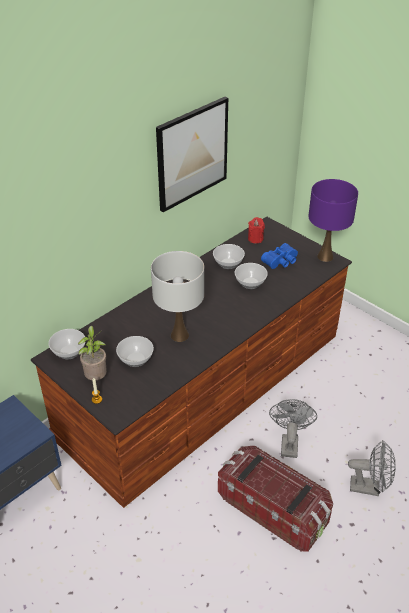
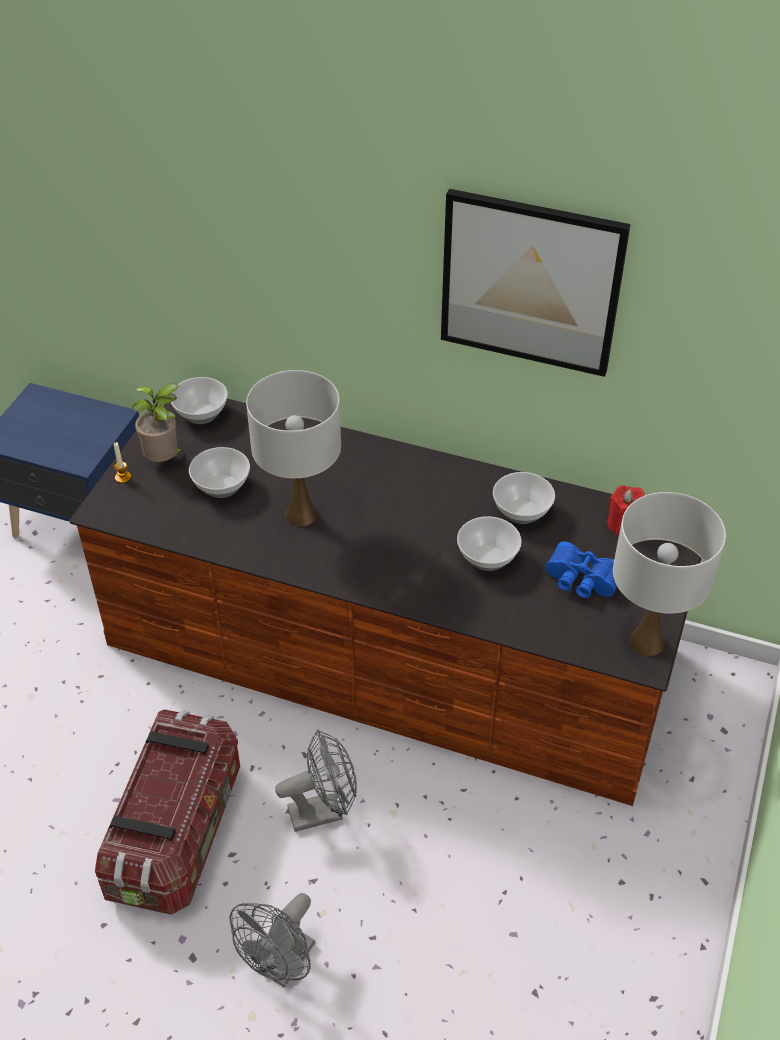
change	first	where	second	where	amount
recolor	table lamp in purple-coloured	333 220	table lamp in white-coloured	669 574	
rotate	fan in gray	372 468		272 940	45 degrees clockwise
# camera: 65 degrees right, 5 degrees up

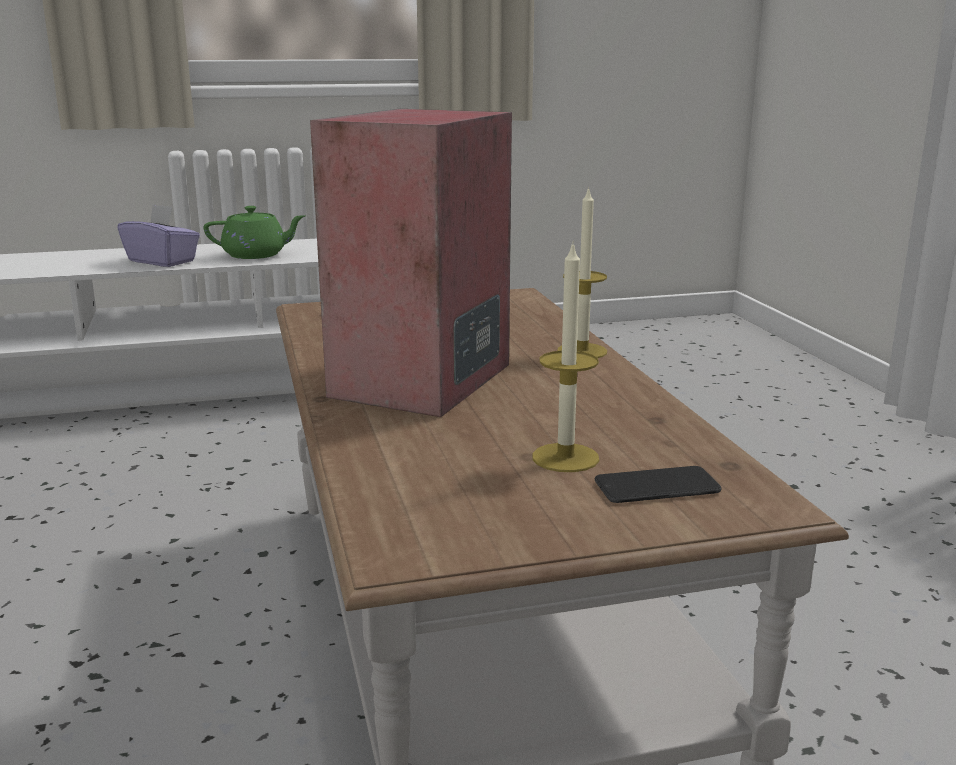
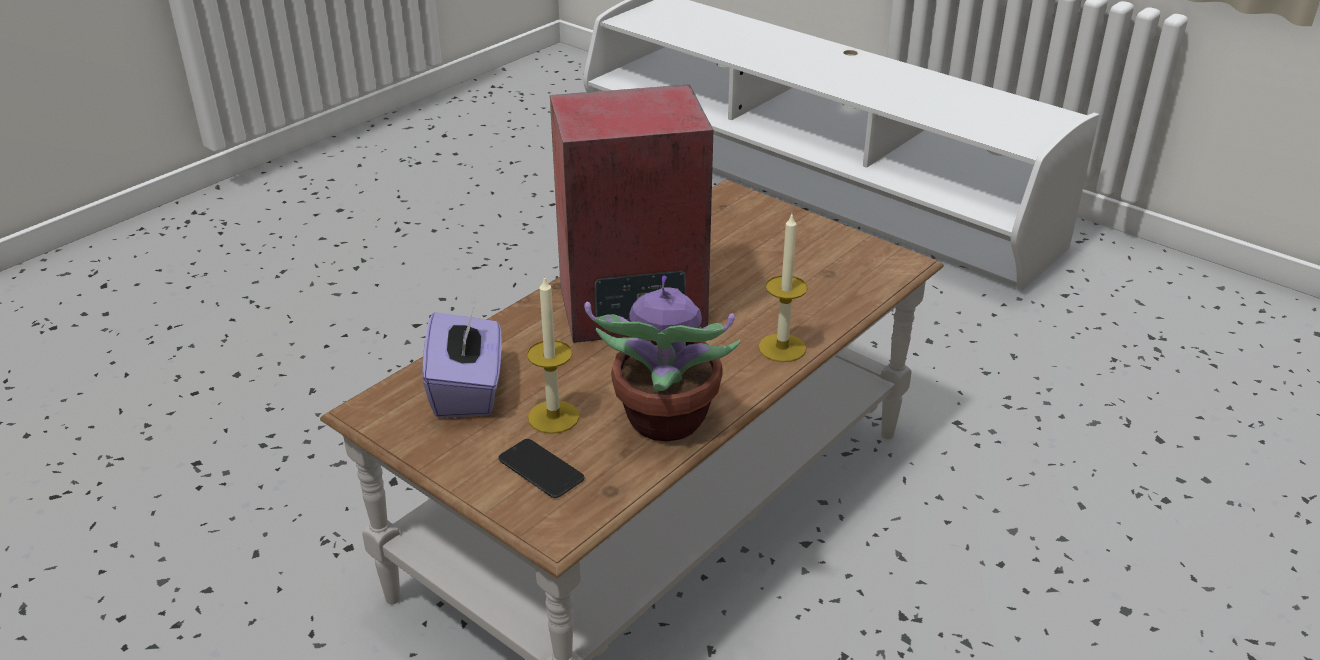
change	first	where	second	where	amount
move	tissue holder in purple-coloured	158 235		462 362	
delete	pot for tea in green-coloured	255 232			
insert			houseplant	662 358	
# camera: 55 degrees right, 15 degrees up

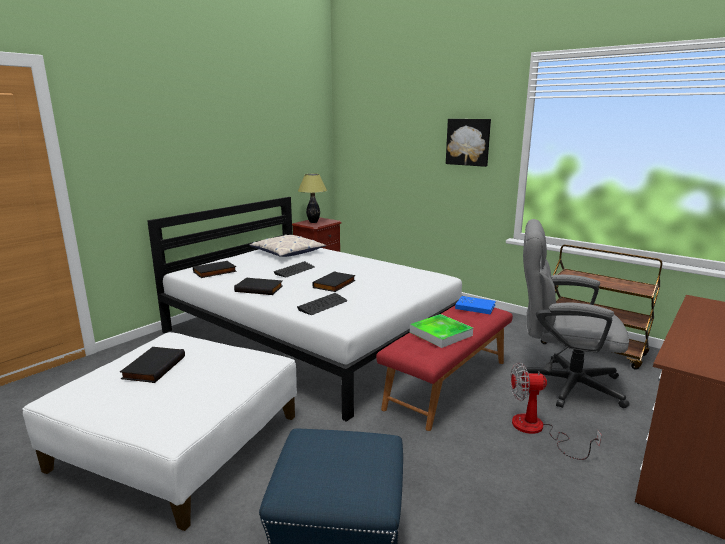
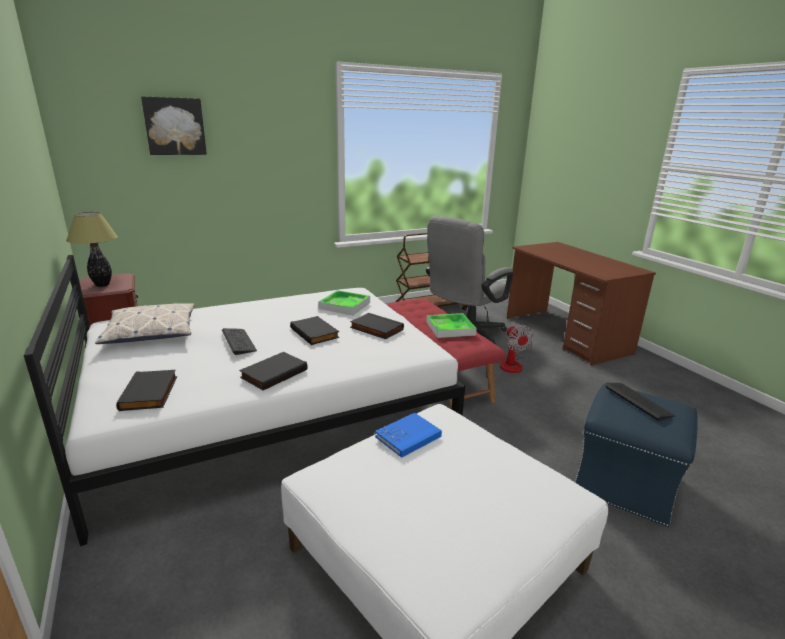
change	first	where	second	where	amount
move	wall picture	468 143		174 125	
move	PC keyboard	322 304		640 402	
move	book in blue	475 305		408 435	
move	book in black	152 365		377 326	
rotate	fan	556 411		517 349	45 degrees counterclockwise
insert			tray	344 302	
# camera: 65 degrees left, 5 degrees up

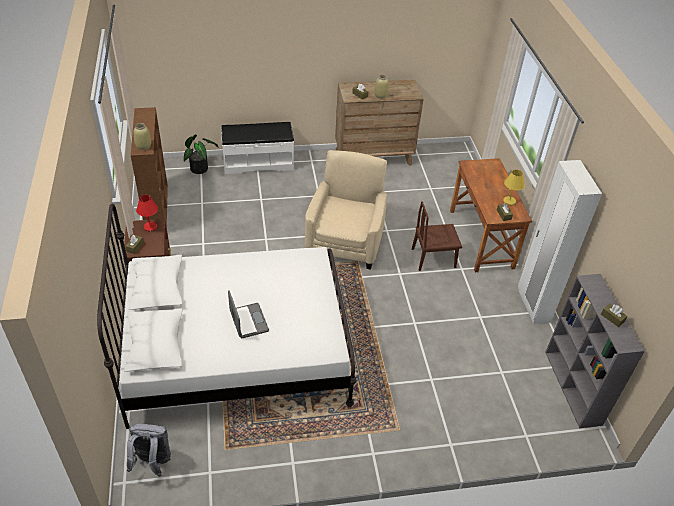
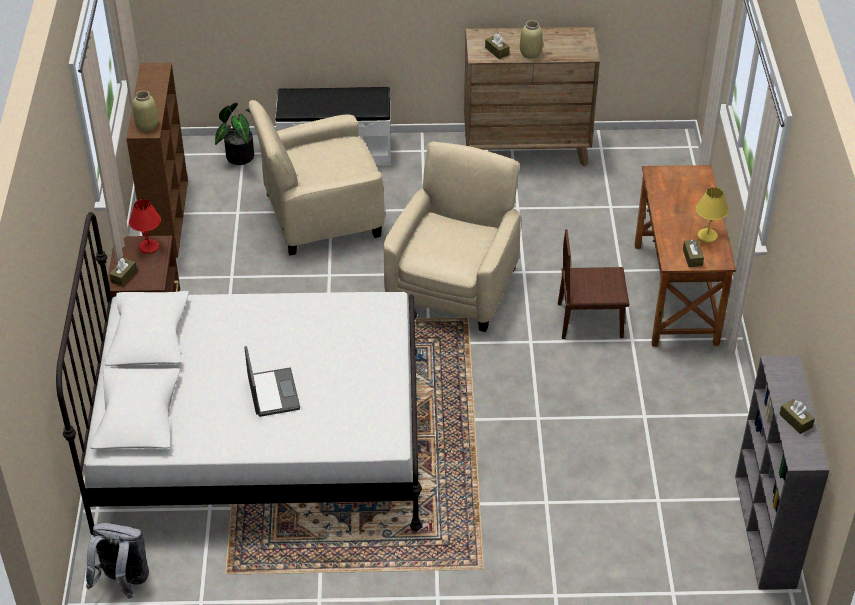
change	first	where	second	where	amount
delete	clothes cupboard in white-coloured	560 242			
insert			armchair in beige-coloured	317 178	
# camera: 10 degrees right, 0 degrees up

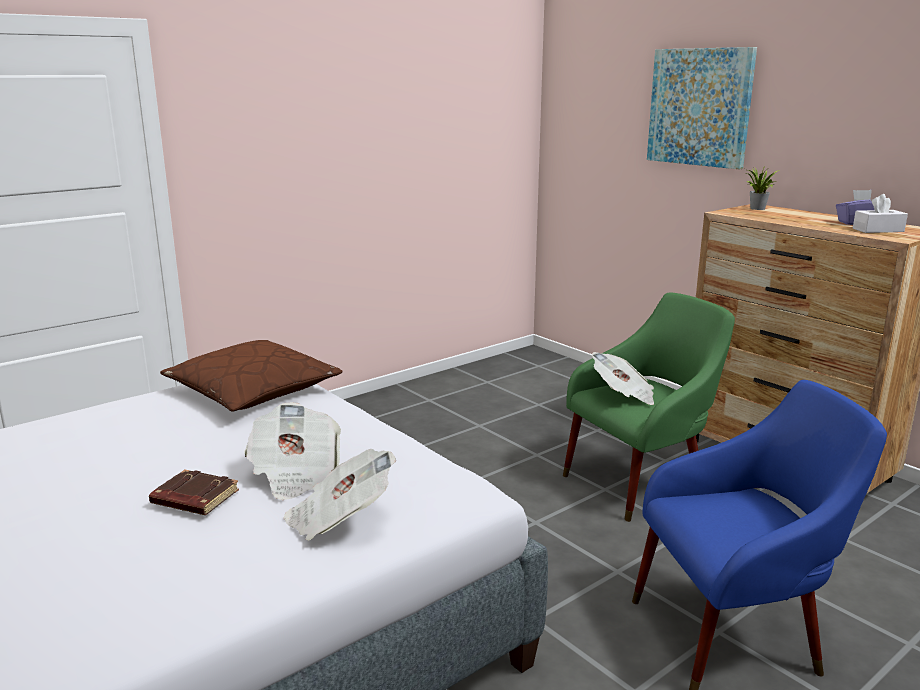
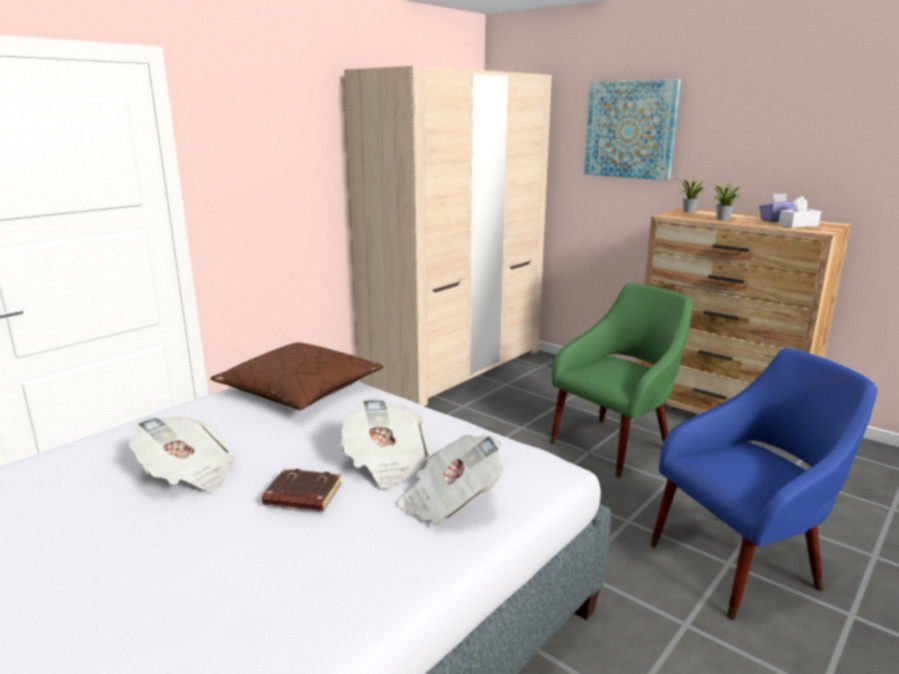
change	first	where	second	where	amount
move	newspaper	623 378		182 454	
insert			clothes cupboard in beige-coloured	448 235	
insert			houseplant	726 201	
# camera: 10 degrees left, 0 degrees up

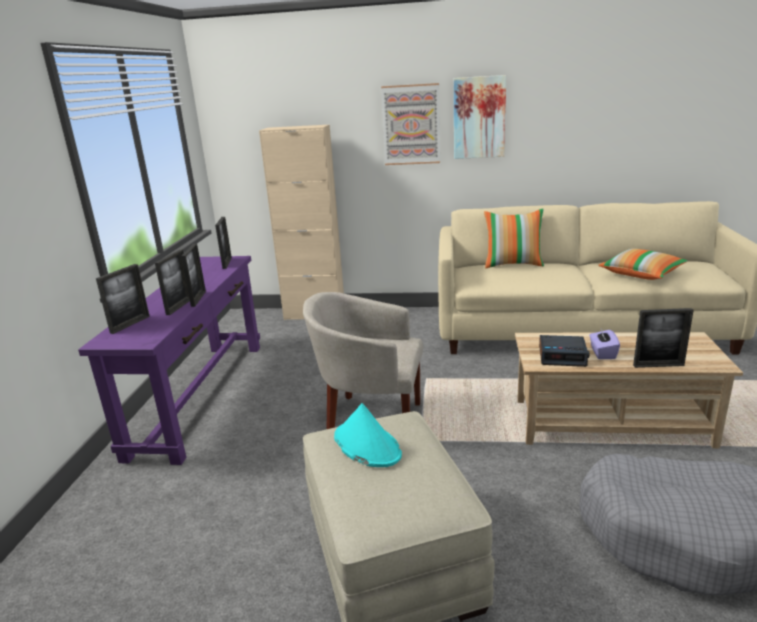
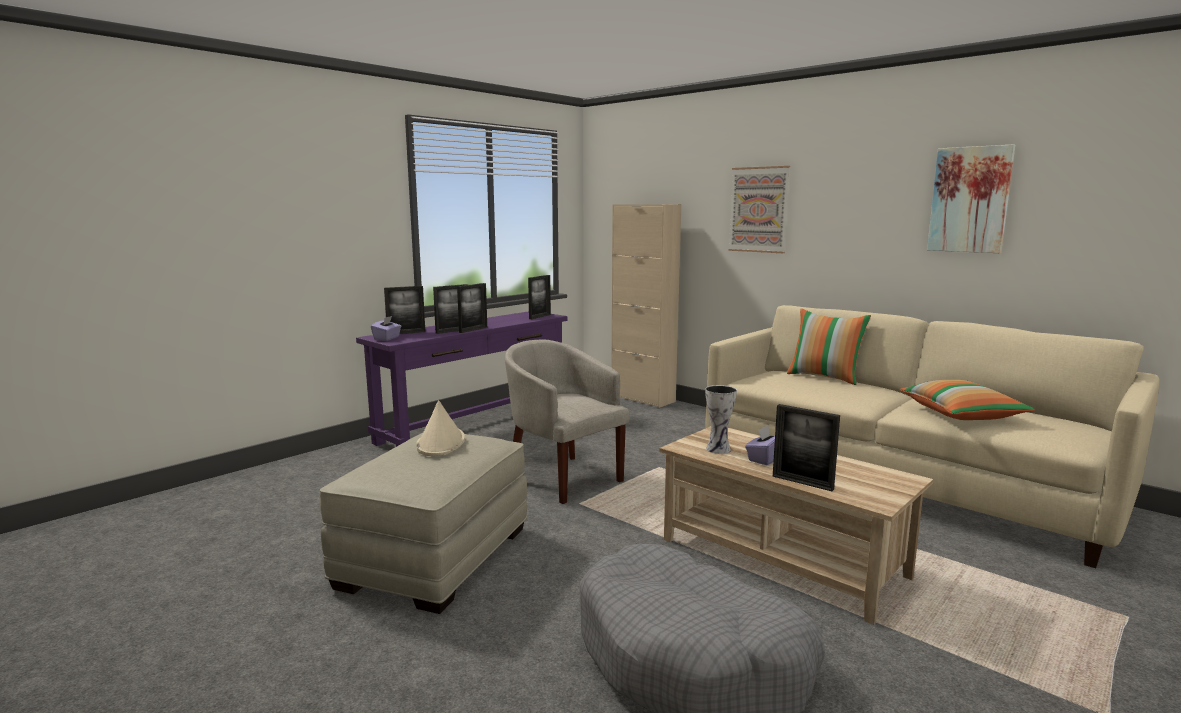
change	first	where	second	where	amount
move	wall picture	480 117		971 198	
replace	alarm clock	564 351	vase	721 419	
recolor	wearable hat in turquoise	368 435	wearable hat in beige-coloured	440 428	
insert			tissue holder in purple-coloured	386 328	
# camera: 35 degrees right, 10 degrees down

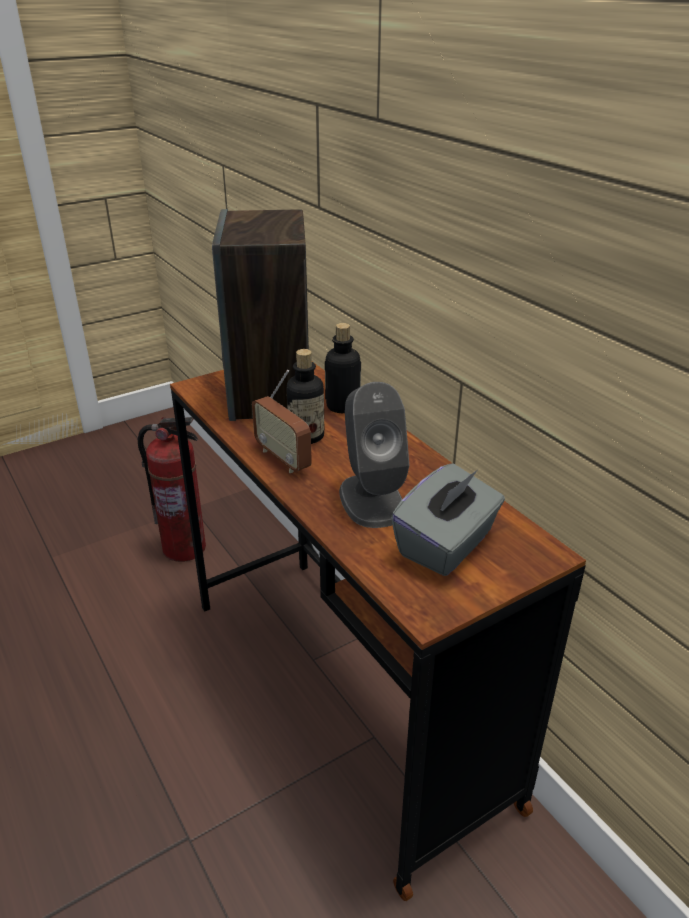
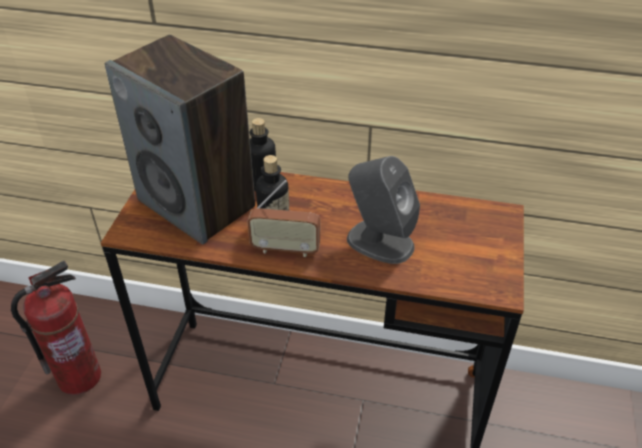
change	first	where	second	where	amount
delete	tissue holder in gray	448 519			
# camera: 45 degrees left, 10 degrees up

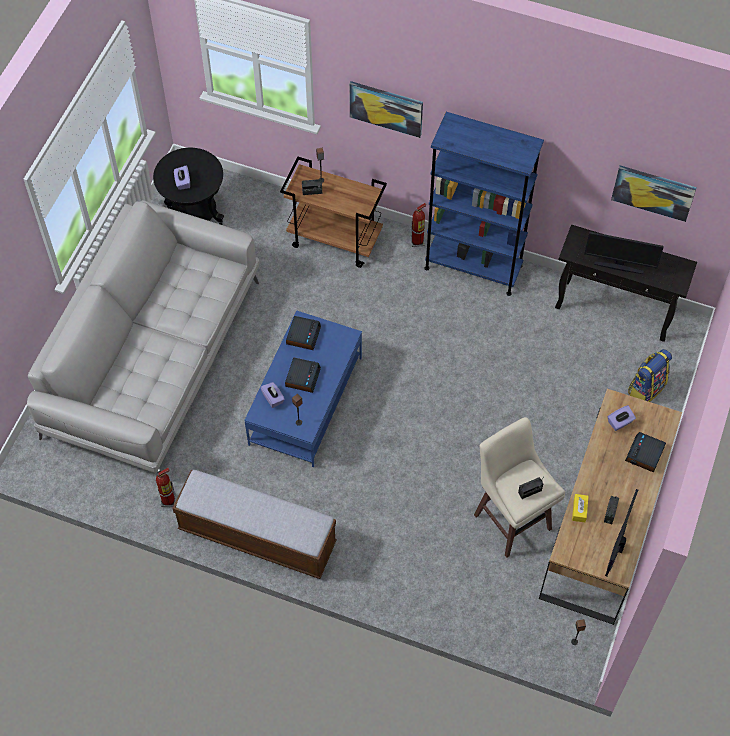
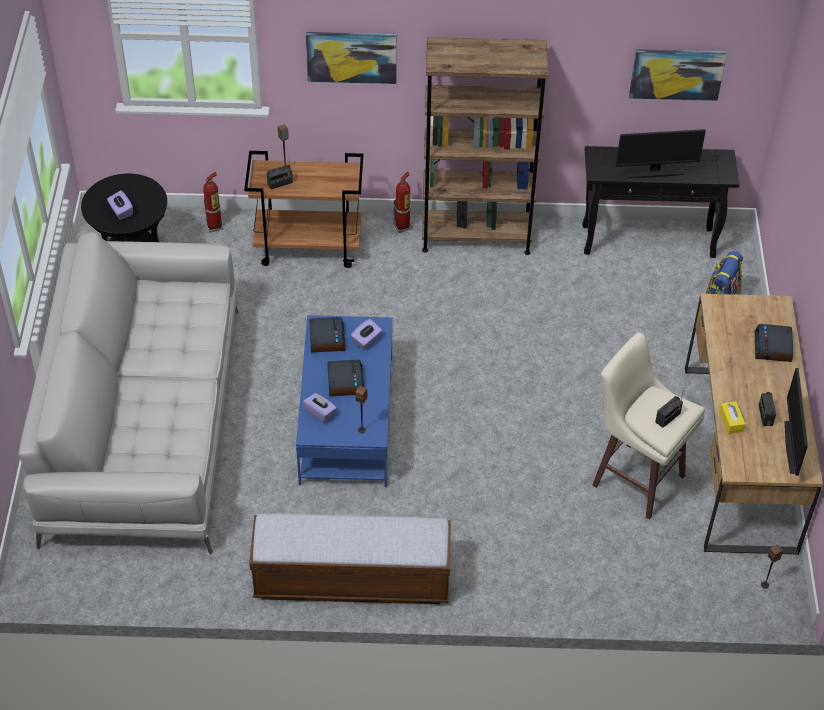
change	first	where	second	where	amount
recolor	bookshelf in blue	484 204	bookshelf in brownish	485 146	
move	tissue holder in purple-coloured	621 418		366 334	
move	extinguisher	166 487		213 202	
# camera: 20 degrees left, 10 degrees down

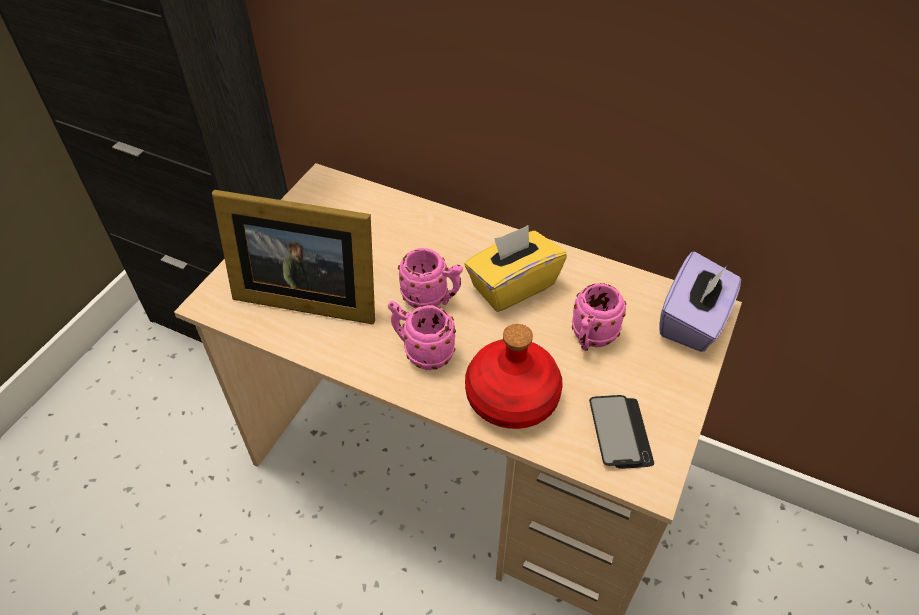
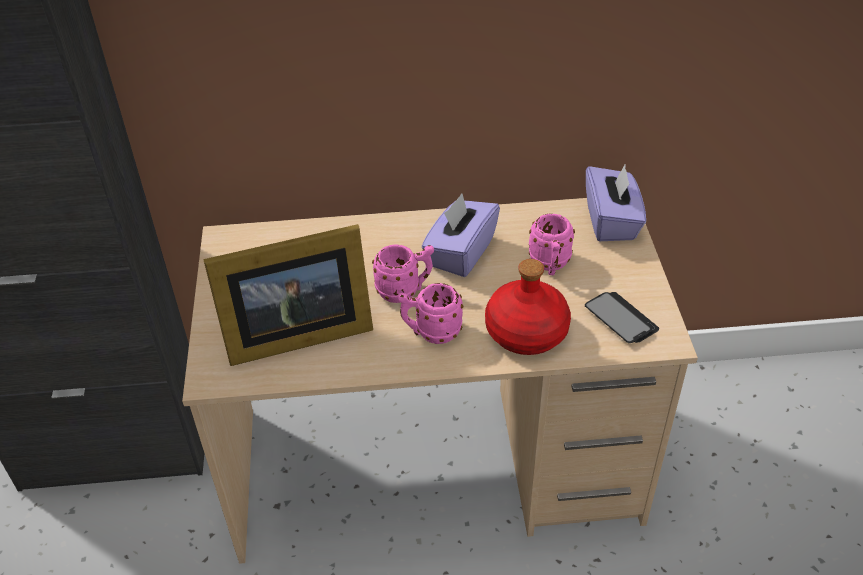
change	first	where	second	where	amount
recolor	tissue holder in yellow-coloured	516 268	tissue holder in purple-coloured	461 235	
# camera: 30 degrees left, 5 degrees down

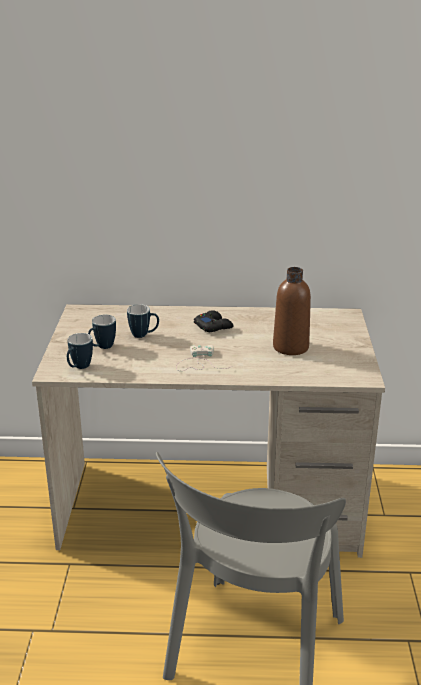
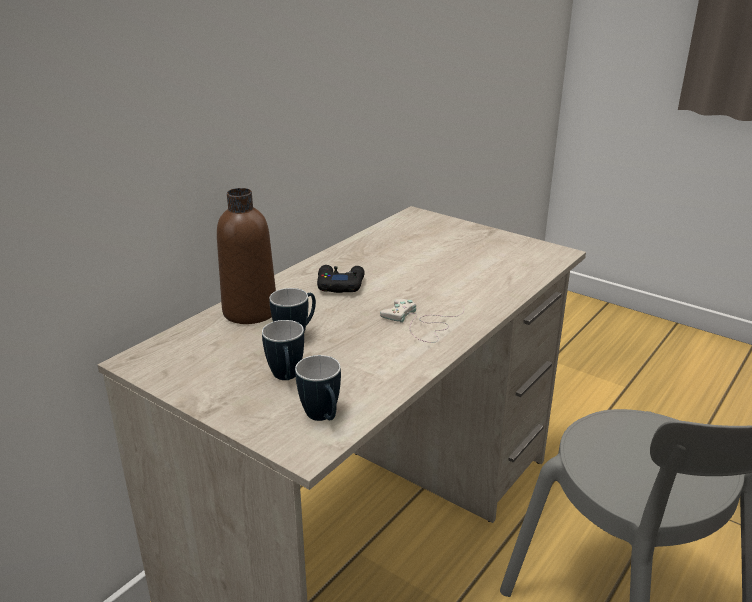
change	first	where	second	where	amount
move	bottle in brownish	292 311		246 256	
# camera: 55 degrees left, 0 degrees up

